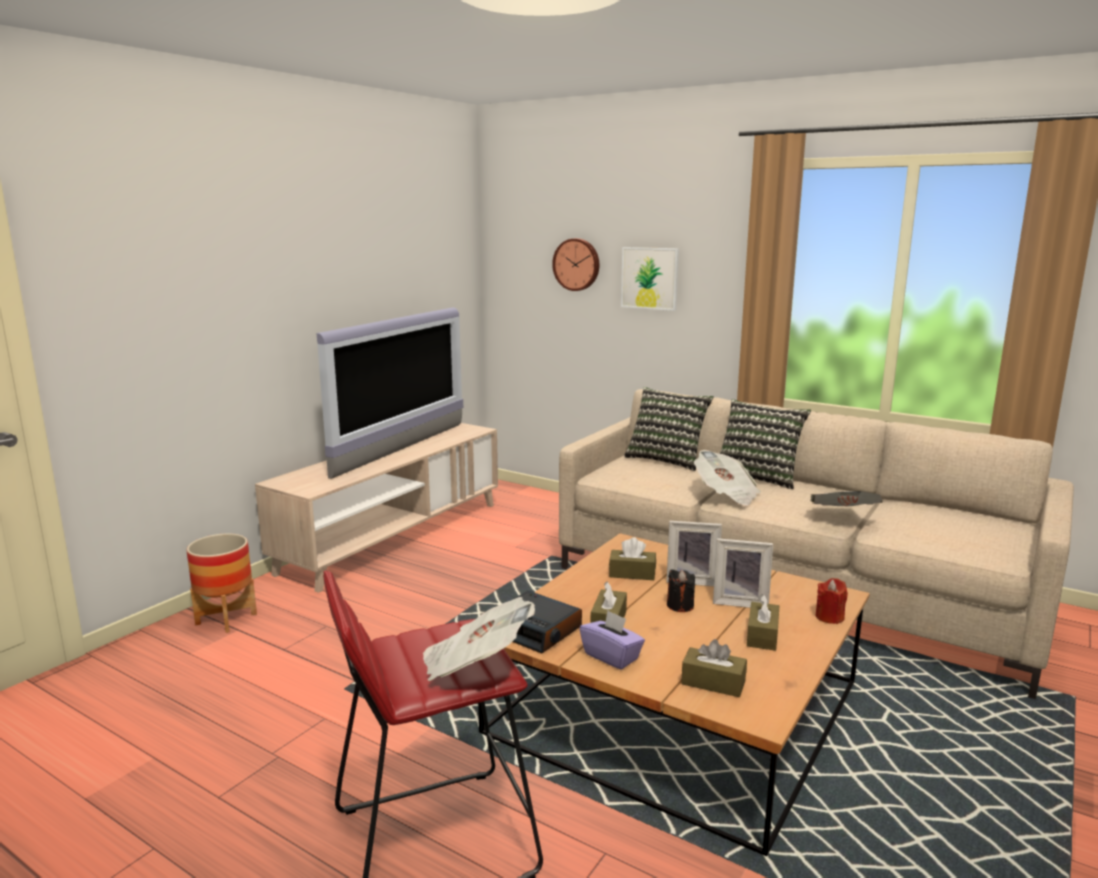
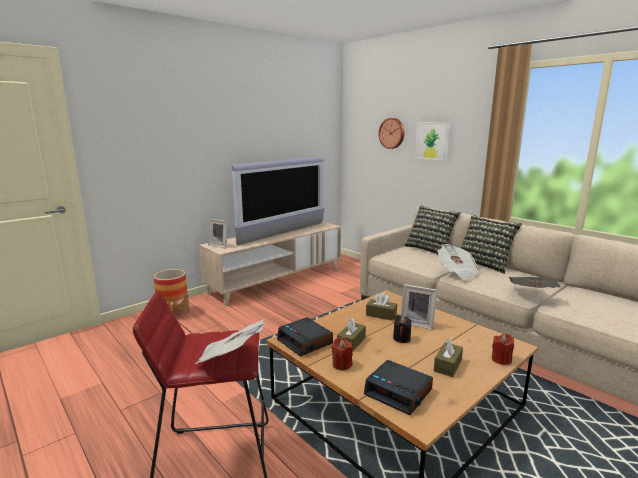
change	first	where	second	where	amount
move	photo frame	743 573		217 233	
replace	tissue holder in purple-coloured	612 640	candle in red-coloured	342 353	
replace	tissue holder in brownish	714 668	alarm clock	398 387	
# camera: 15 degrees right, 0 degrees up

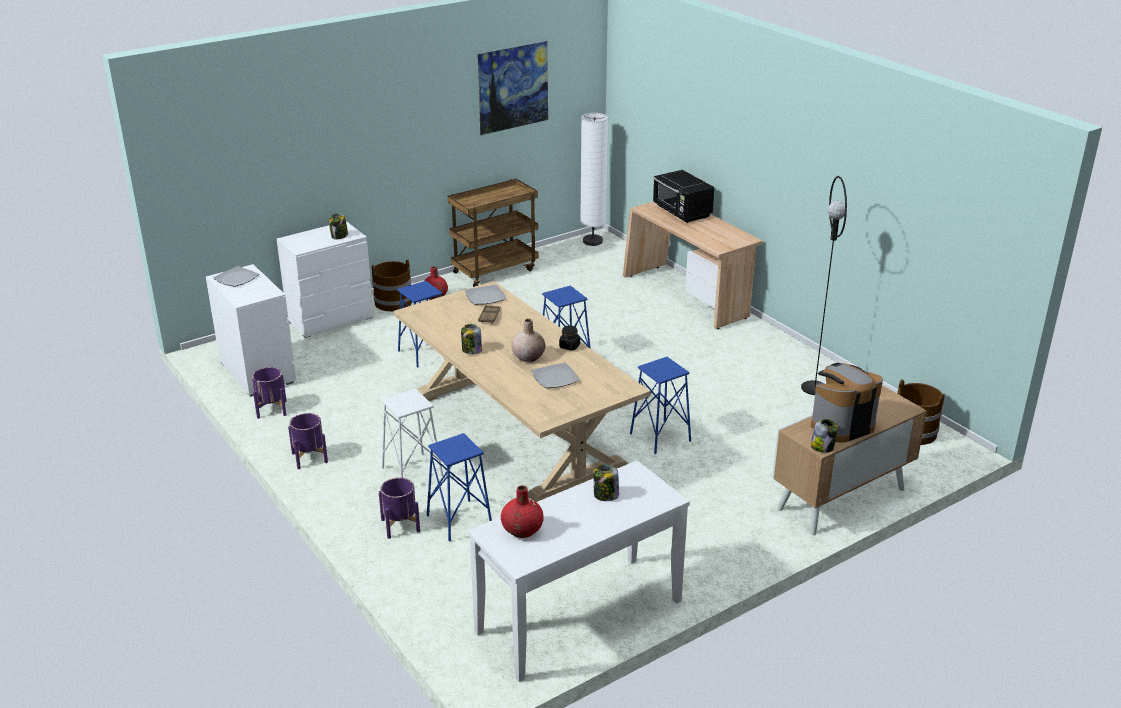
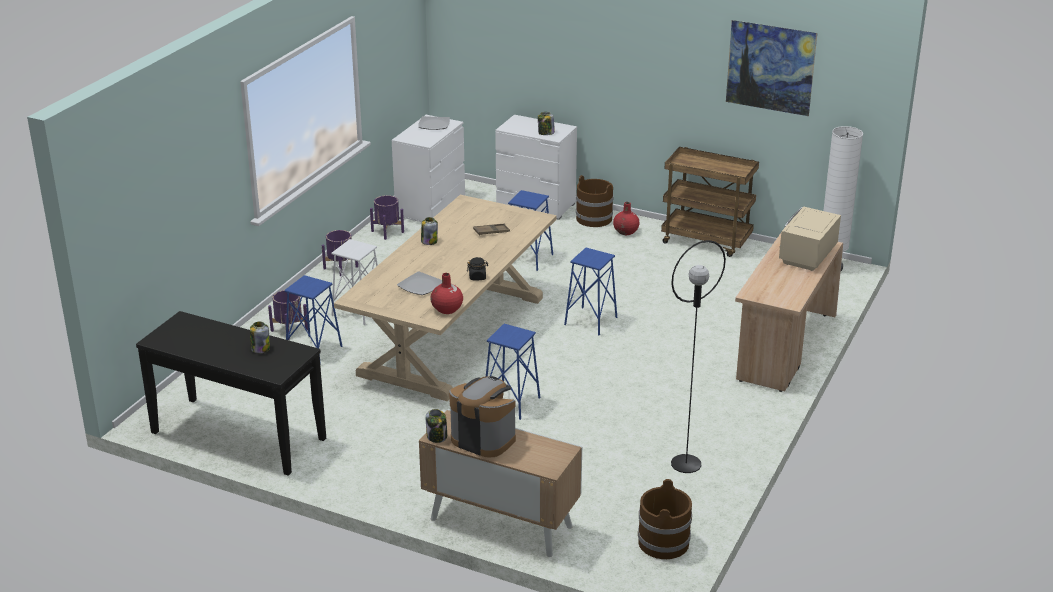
change	first	where	second	where	amount
recolor	kitchen microwave in black	683 196	kitchen microwave in beige-coloured	810 239	
delete	plate	485 295			
delete	vase in beige-coloured	528 340			
recolor	narrow table in white-coloured	579 571	narrow table in black	231 393	
move	vase in red-coloured	522 511		446 293	
# camera: 60 degrees right, 0 degrees up

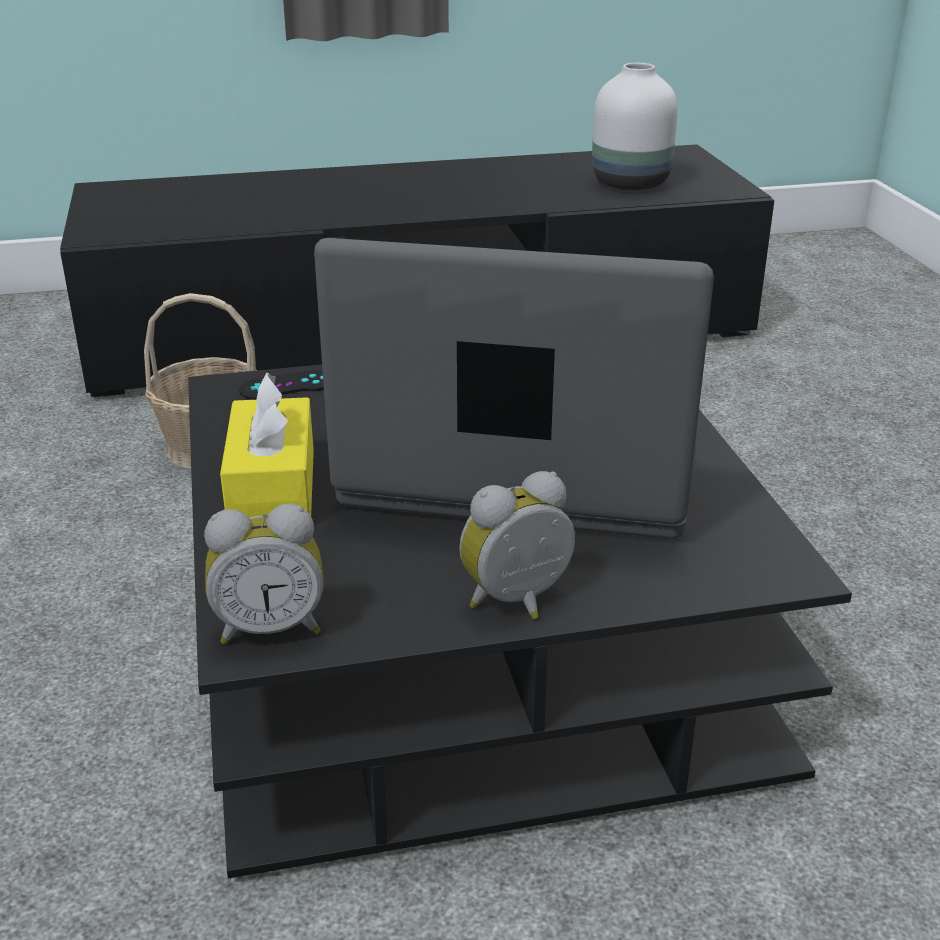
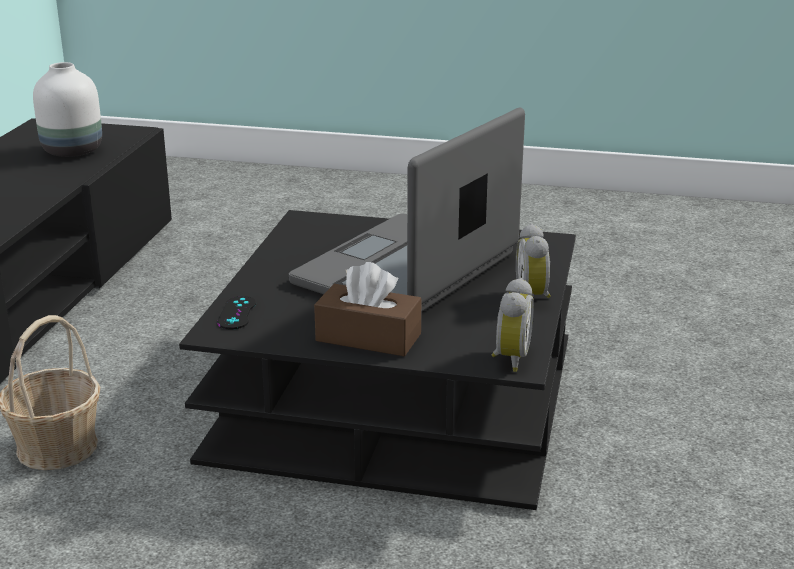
change	first	where	second	where	amount
recolor	tissue holder in yellow-coloured	267 445	tissue holder in brownish	367 309	
# camera: 65 degrees left, 5 degrees down

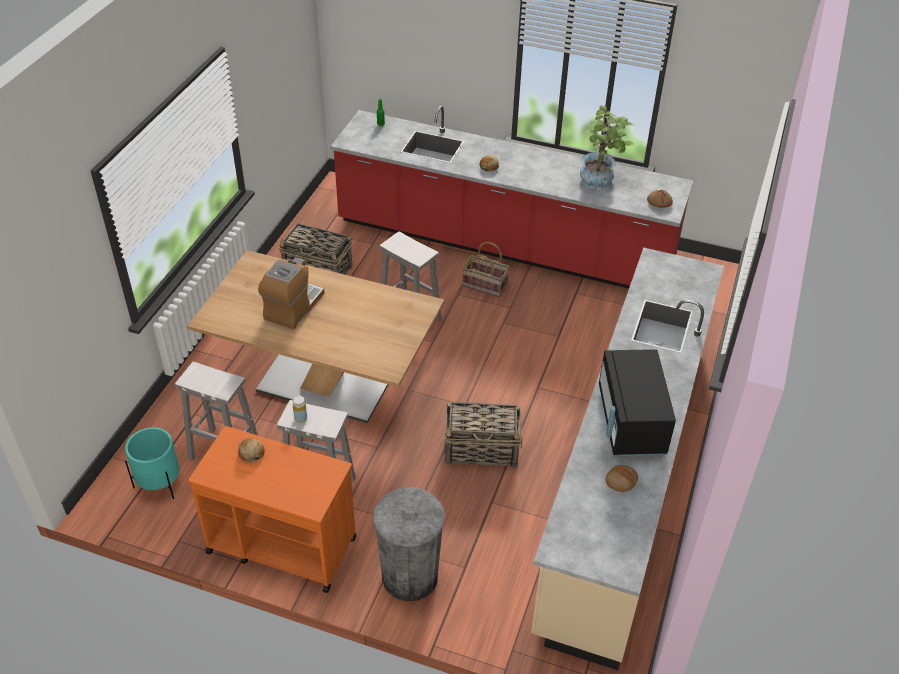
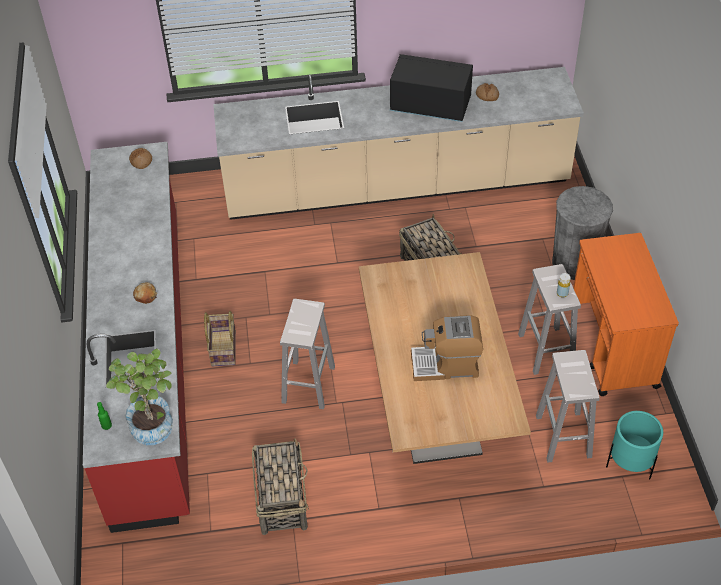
change	first	where	second	where	amount
move	houseplant	607 147		139 397	
rotate	kitchen microwave in black	637 402		431 88	135 degrees counterclockwise
delete	bakery bread	251 450			
# camera: 115 degrees left, 5 degrees up

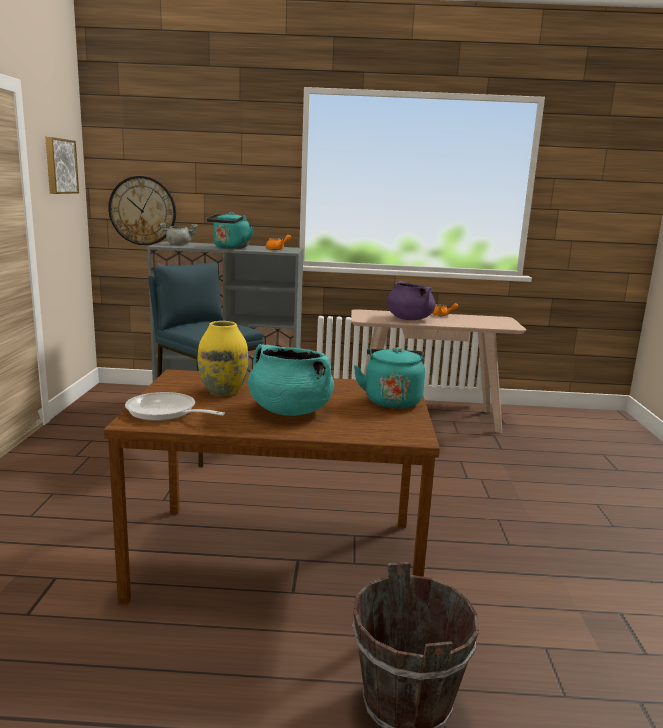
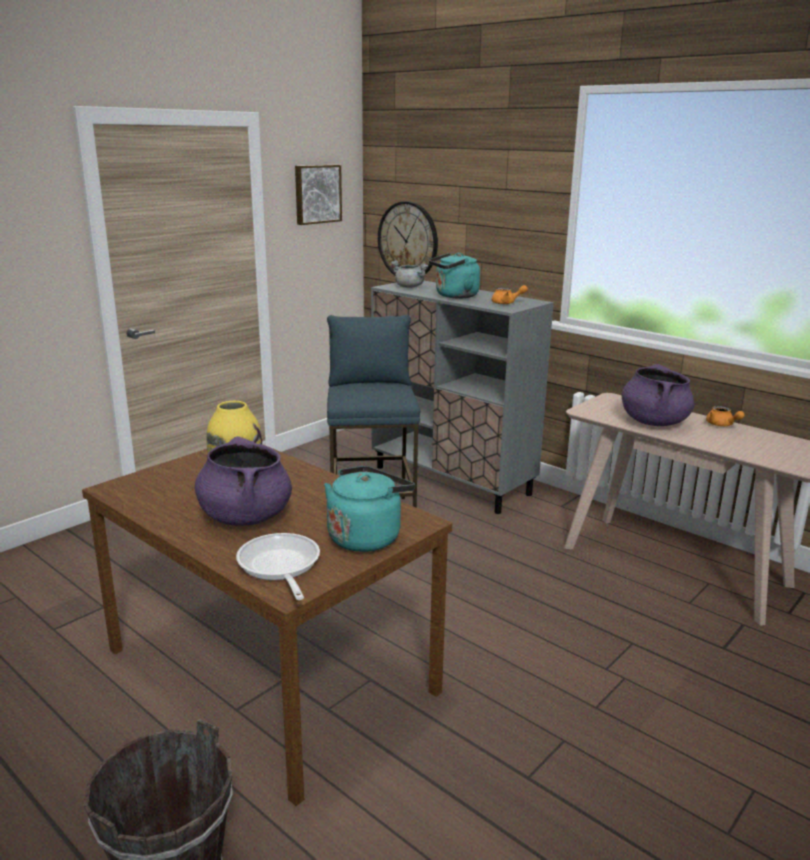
change	first	where	second	where	amount
recolor	saucepot in turquoise	291 380	saucepot in purple-coloured	243 481	
move	frying pan	175 406		278 566	
# camera: 40 degrees right, 5 degrees up

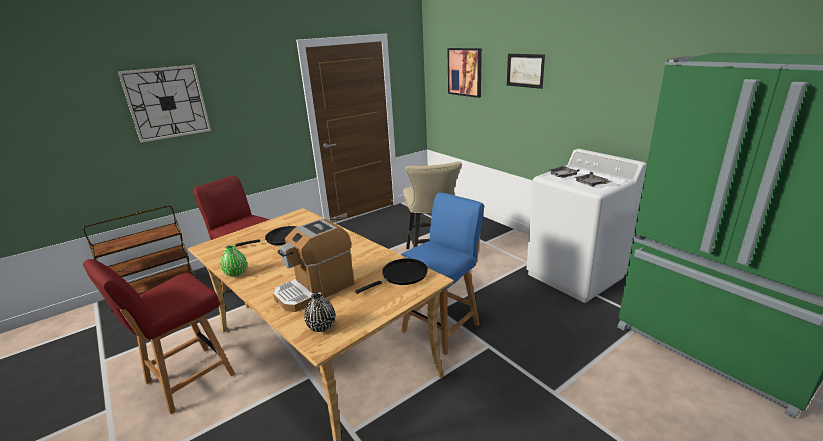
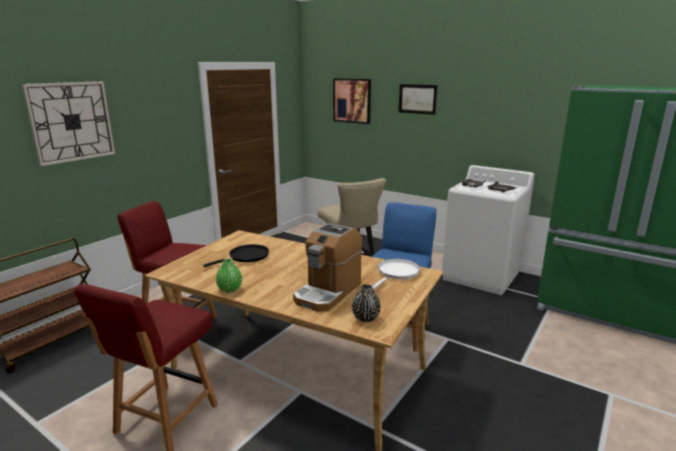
change	first	where	second	where	amount
recolor	frying pan in black	391 276	frying pan in white-coloured	396 274	
# camera: 20 degrees left, 5 degrees down

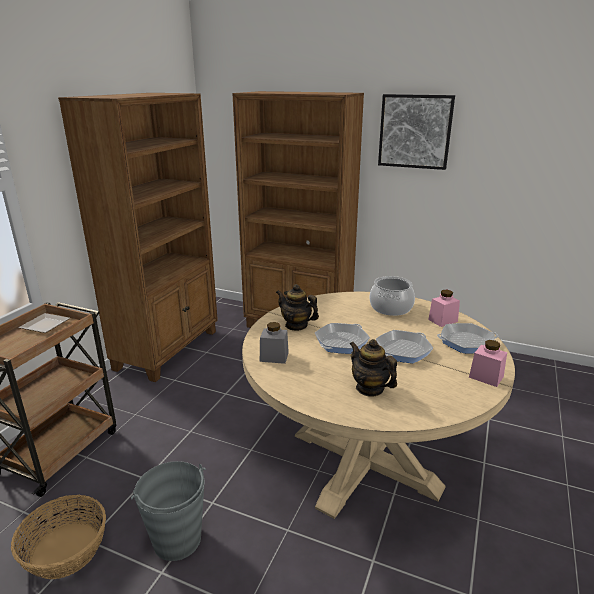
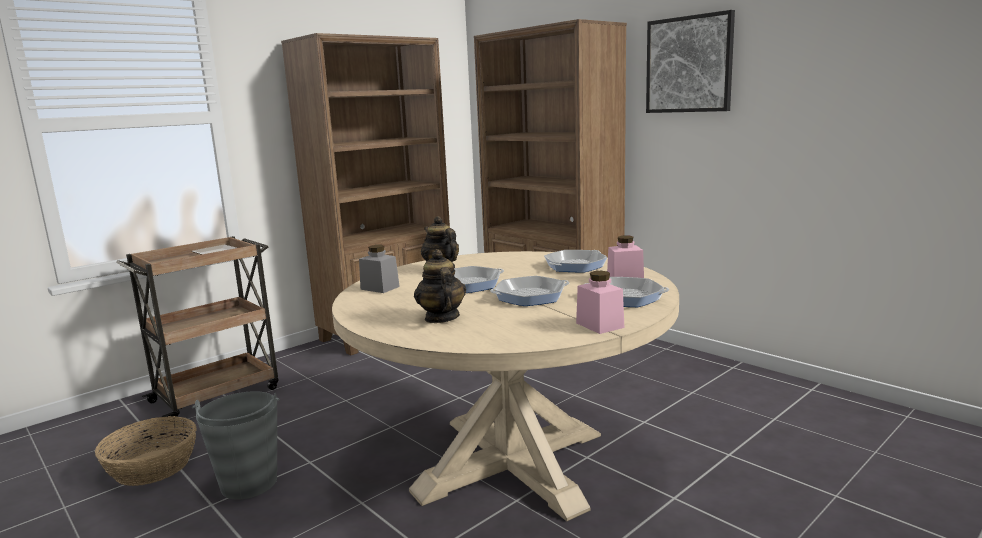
change	first	where	second	where	amount
replace	saucepot	392 296	frying pan	575 261	
# camera: 25 degrees right, 10 degrees down

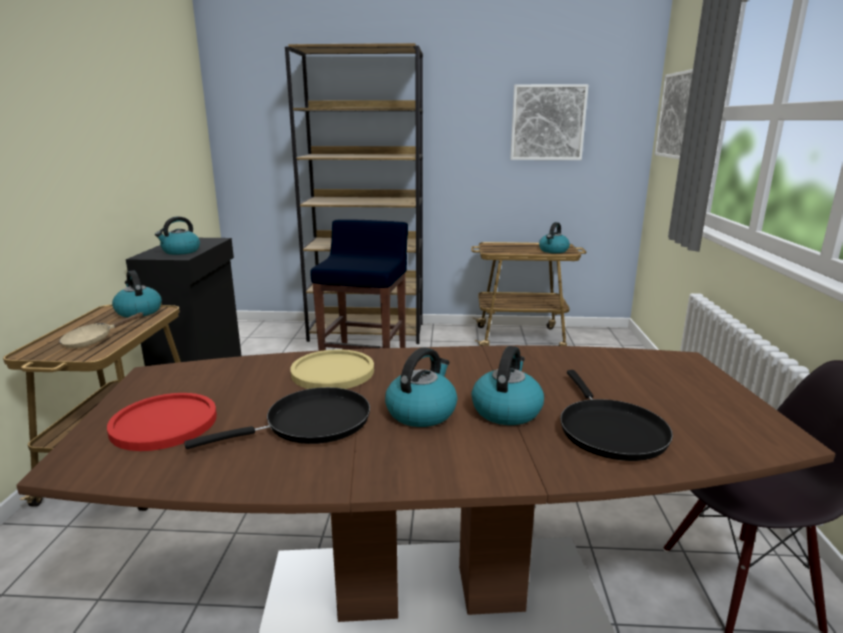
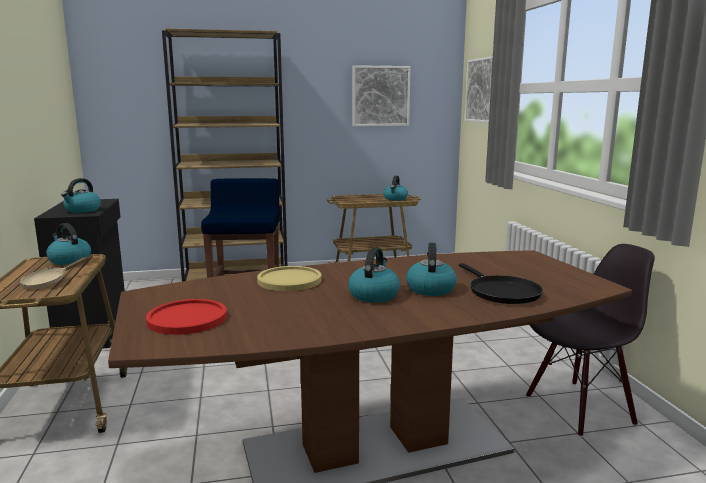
change	first	where	second	where	amount
delete	frying pan in black	277 418			
# camera: 15 degrees left, 5 degrees down

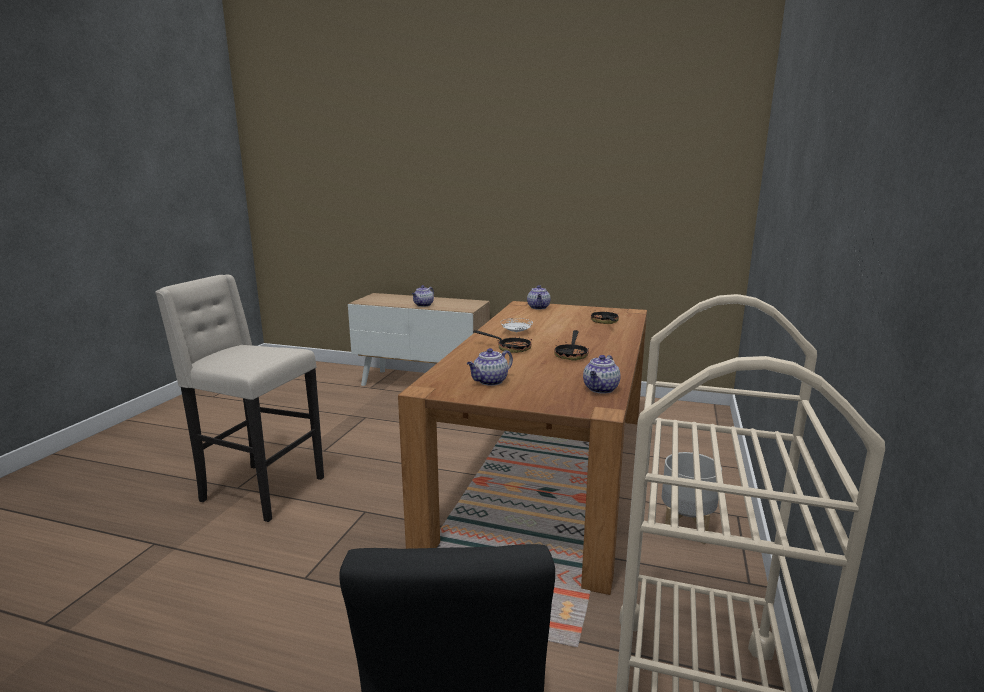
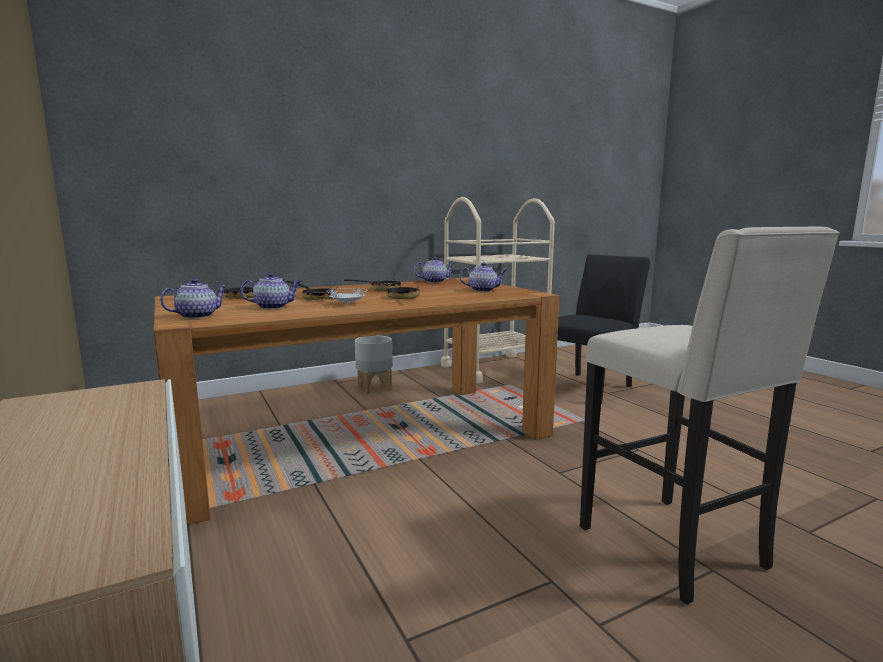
change	first	where	second	where	amount
move	pot for tea	423 296		271 291	
insert			frying pan	311 290	
# camera: 135 degrees left, 5 degrees down

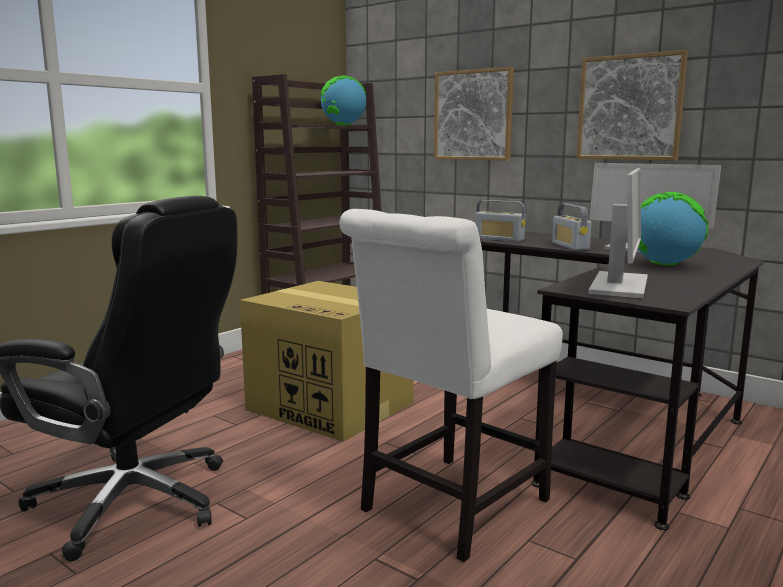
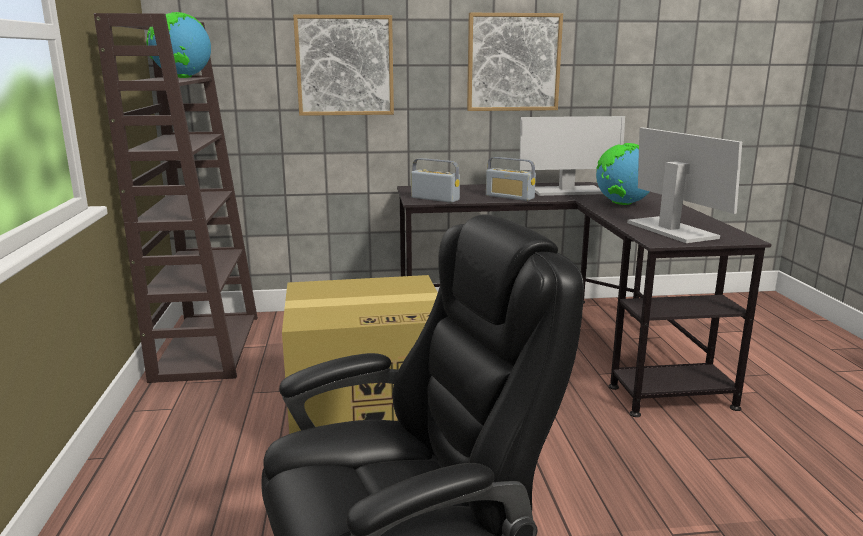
change	first	where	second	where	amount
rotate	radio	500 221		435 180	135 degrees counterclockwise
delete	upright chair in white-coloured	451 385			
# camera: 45 degrees left, 5 degrees up

